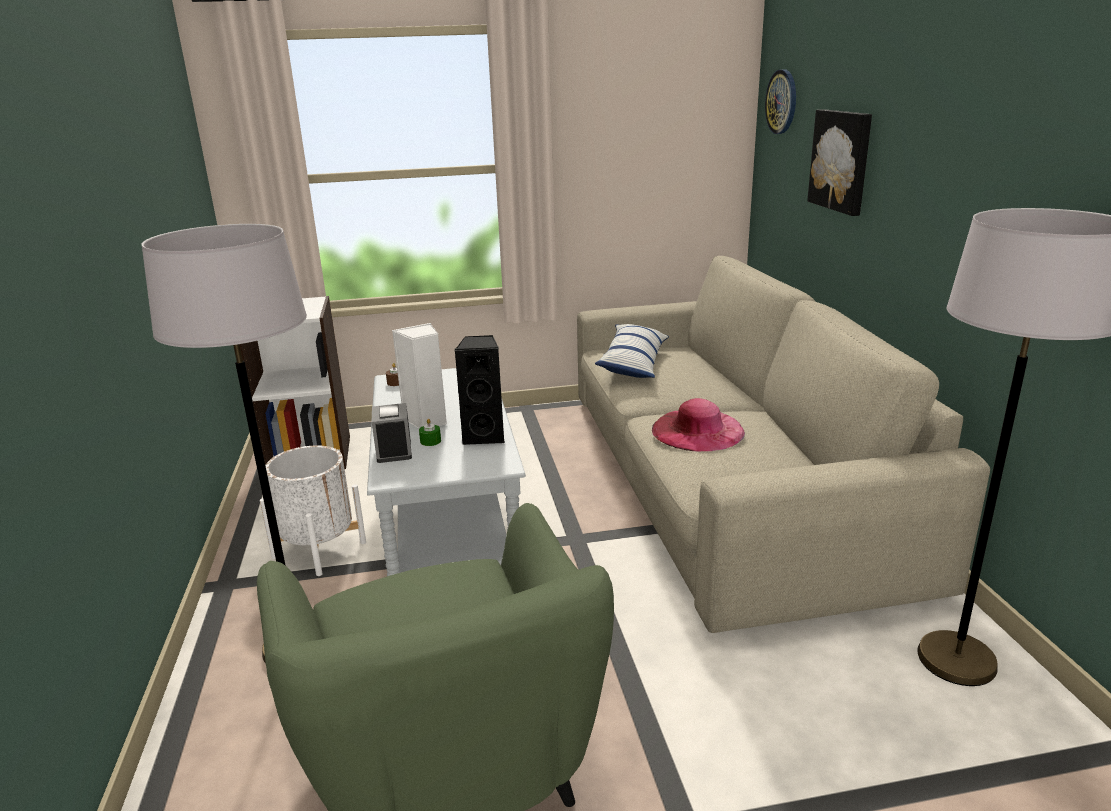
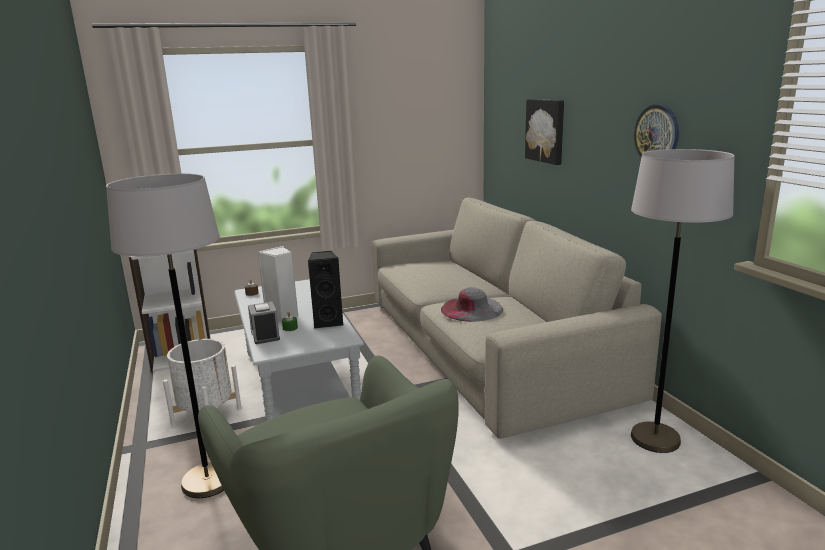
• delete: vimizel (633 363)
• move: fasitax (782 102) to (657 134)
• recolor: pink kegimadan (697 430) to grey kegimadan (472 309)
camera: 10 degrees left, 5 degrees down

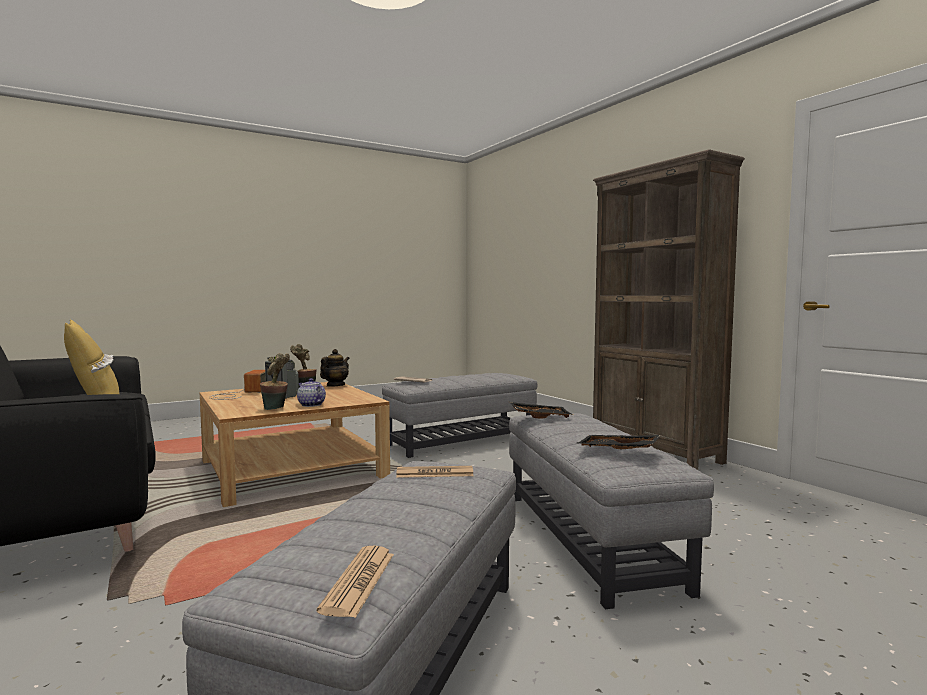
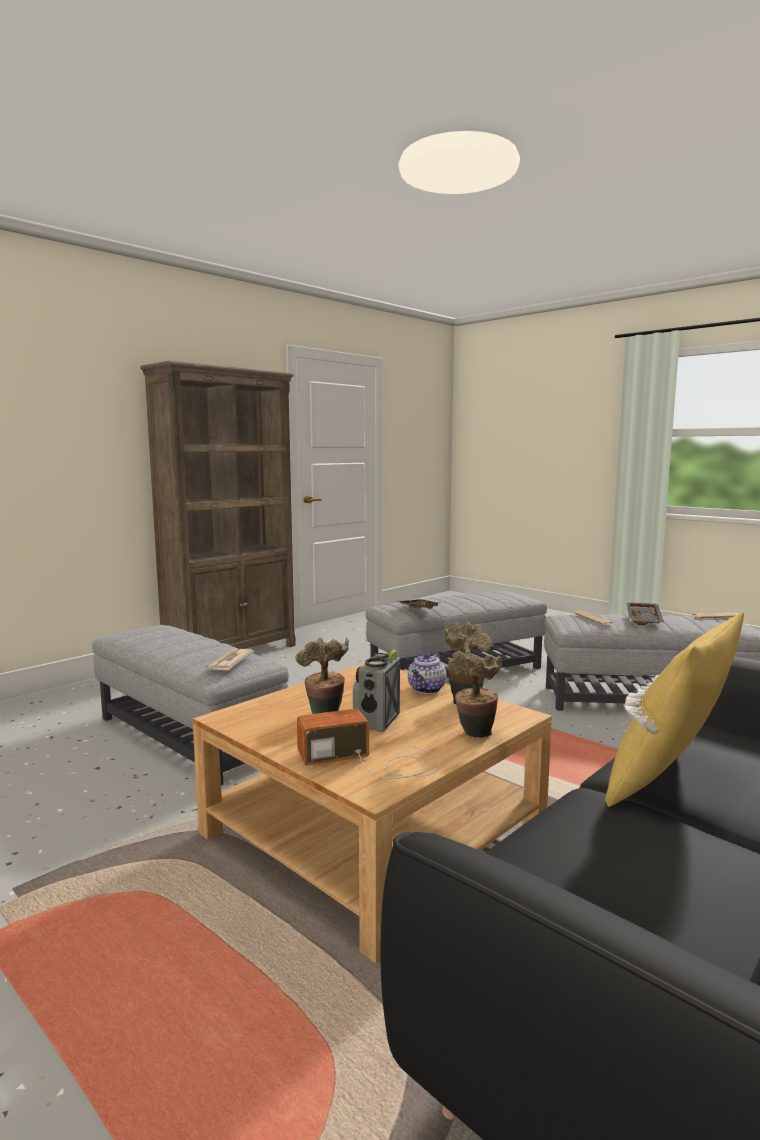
• delete: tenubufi (335 385)
• insert: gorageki (474 735)
• move: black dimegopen (617 451) to (645 620)
camera: 105 degrees left, 5 degrees up

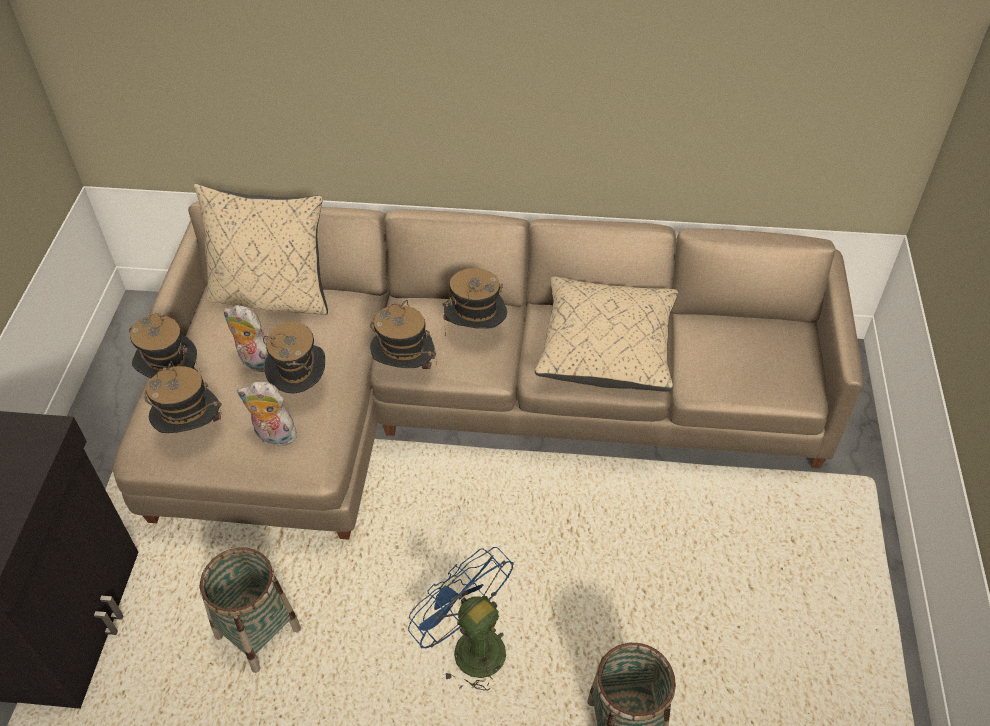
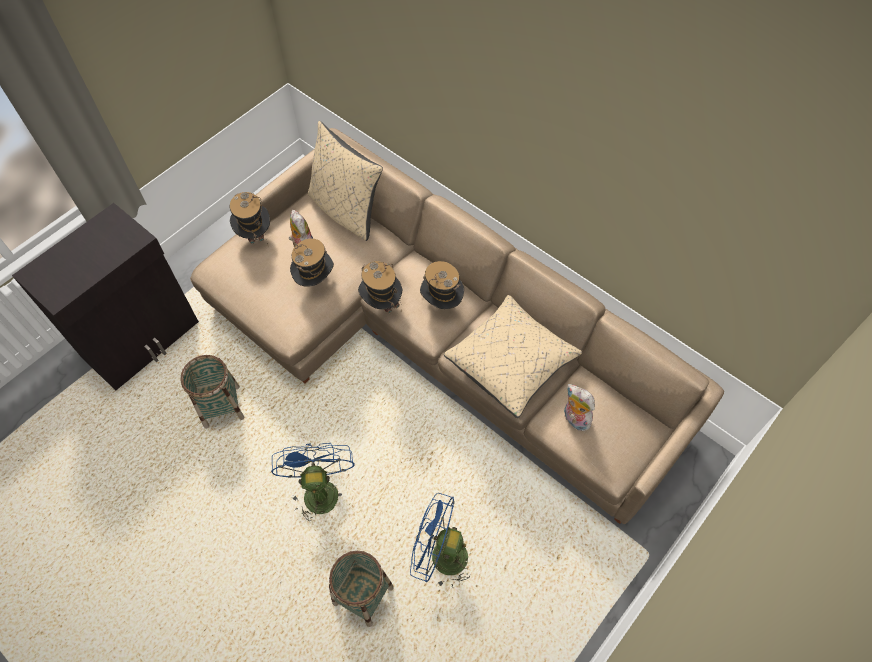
• delete: kegimadan (192 431)
• insert: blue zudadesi (440 556)
• move: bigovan (273 436) to (574 419)
camera: 35 degrees right, 10 degrees up

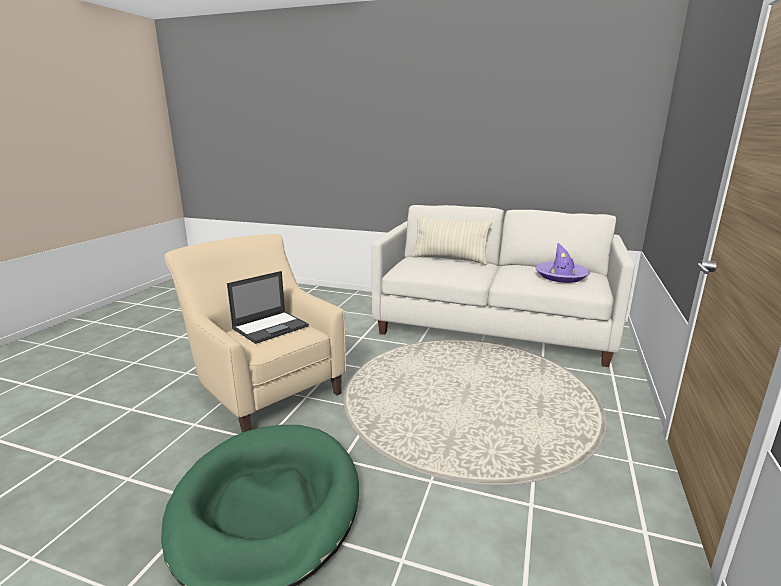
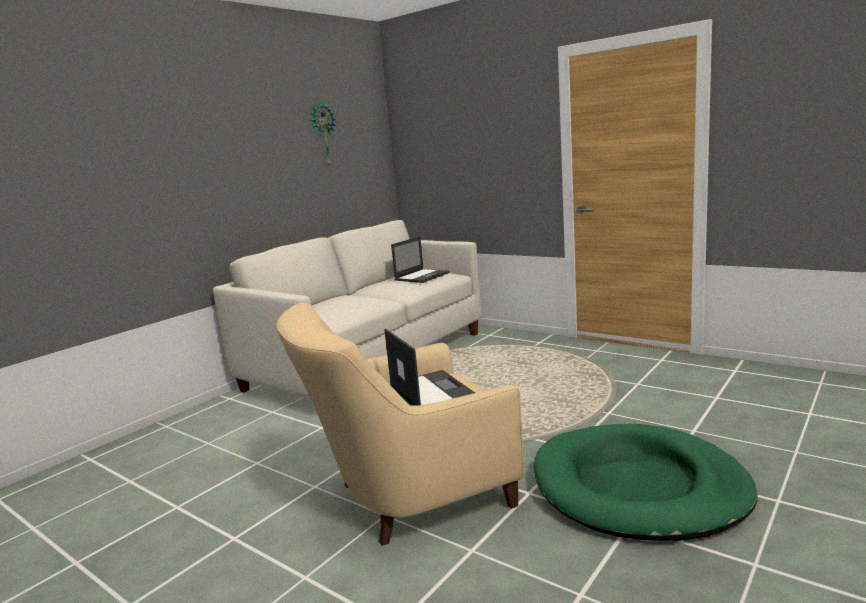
• delete: beige vimizel (450 259)
• insert: fasitax (323 134)
• replace: purple kegimadan (561 276) to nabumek (422 276)
camera: 70 degrees left, 5 degrees down

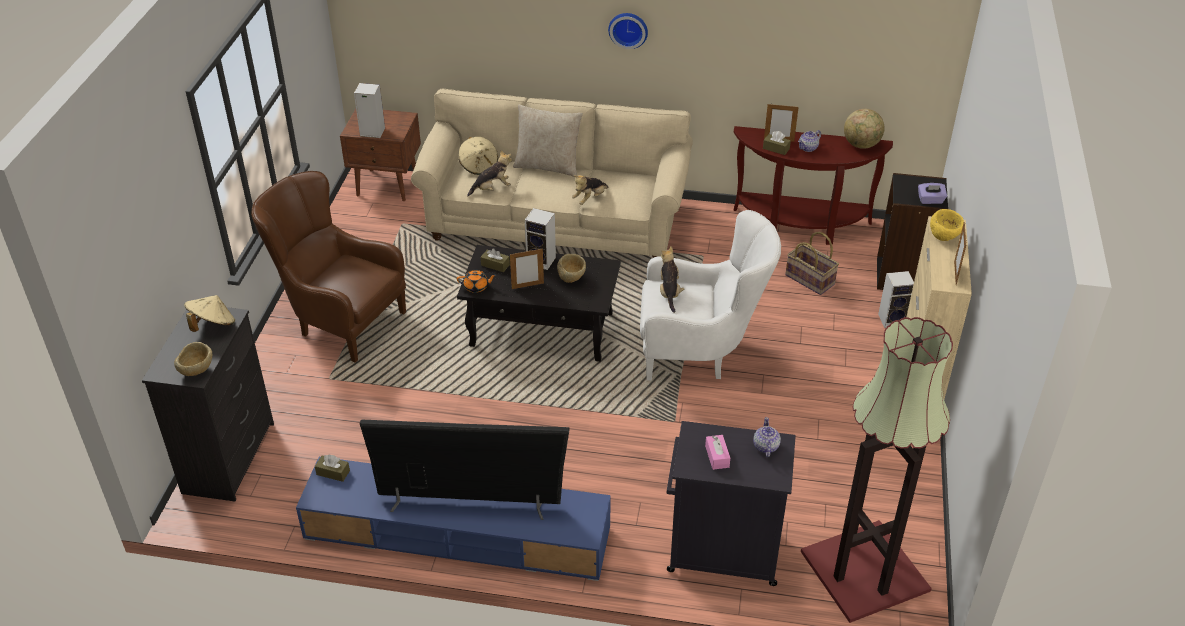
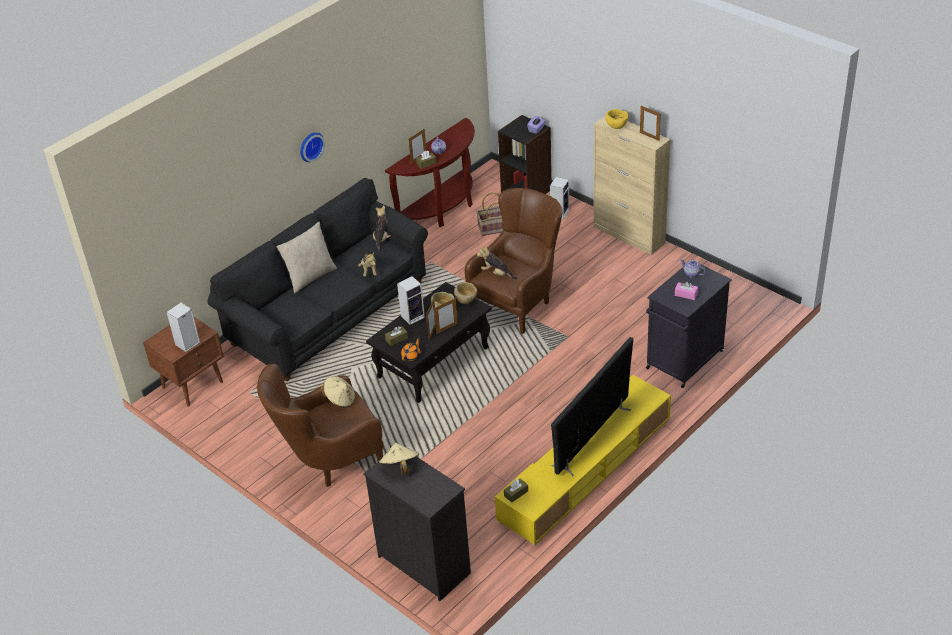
• delete: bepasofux (865 569)
• delete: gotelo (861 145)
• insert: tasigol (447 328)
• move: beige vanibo (197 371) to (466 300)
• move: beige kegimadan (479 166) to (340 400)
• move: bigovan (492 189) to (382 238)
• recolor: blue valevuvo (456 533) to yellow valevuvo (585 469)
• recolor: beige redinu (556 223) to black redinu (328 314)
• recolor: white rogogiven (700 353) to brown rogogiven (519 301)
camera: 55 degrees left, 0 degrees up

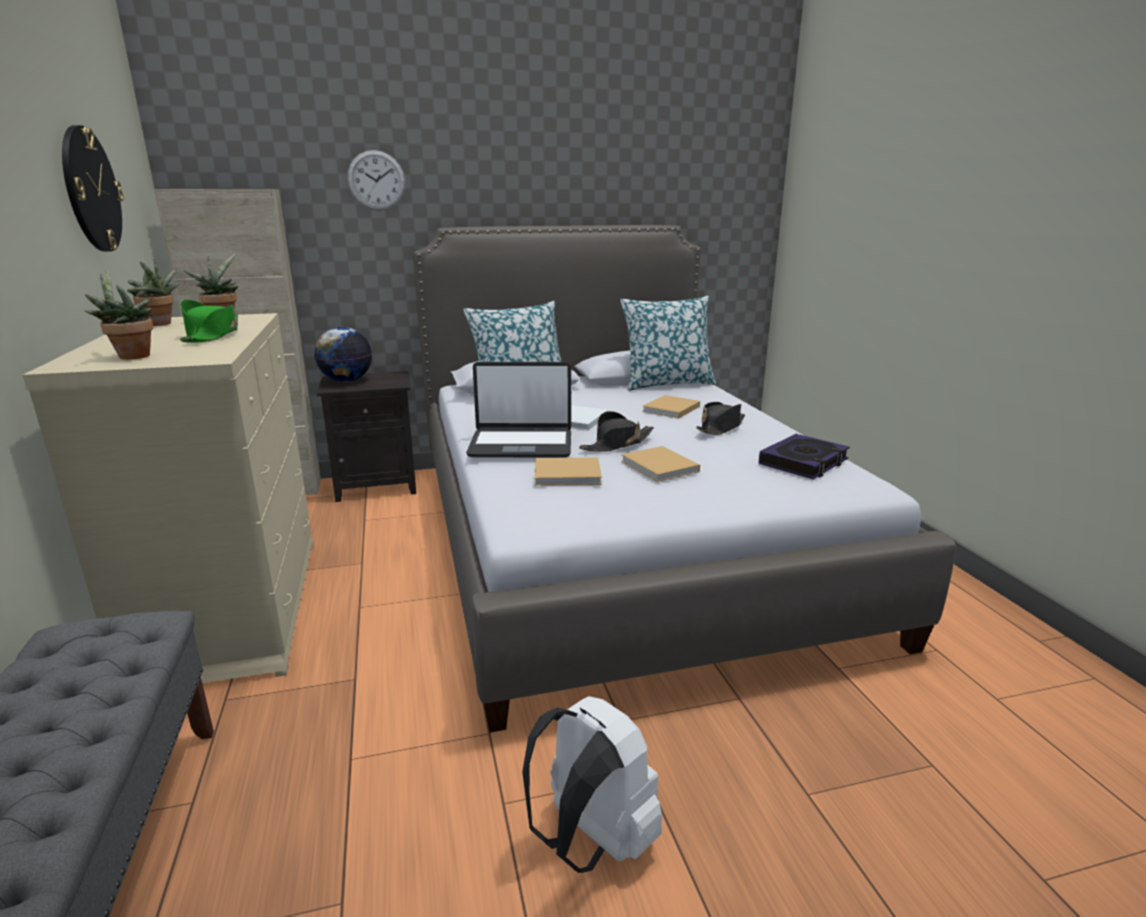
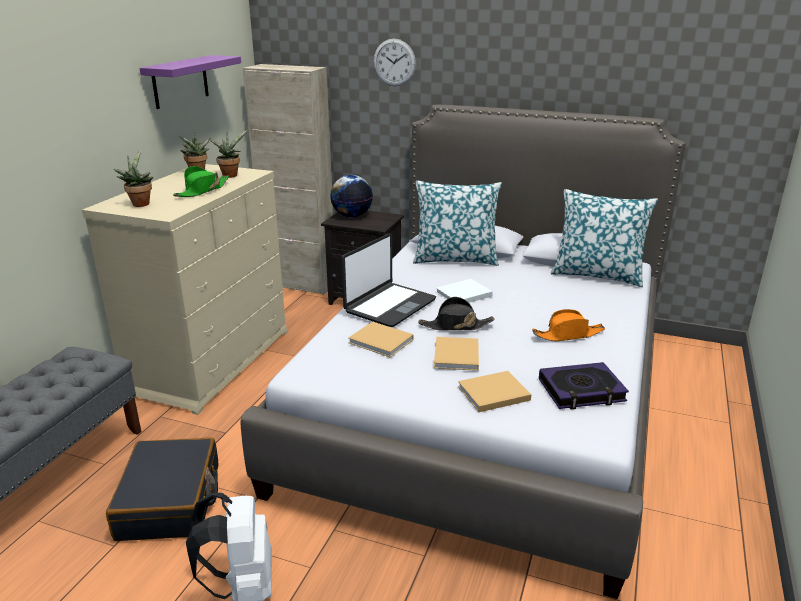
• insert: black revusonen (170 501)
• move: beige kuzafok (670 409) to (491 394)
• replace: fasitax (91 190) to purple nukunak (180 81)
• recolor: black kegimadan (721 427) to orange kegimadan (568 334)
• rotate: nabumek (521 444) = (389 305) 90 degrees counterclockwise
camera: 35 degrees right, 5 degrees up

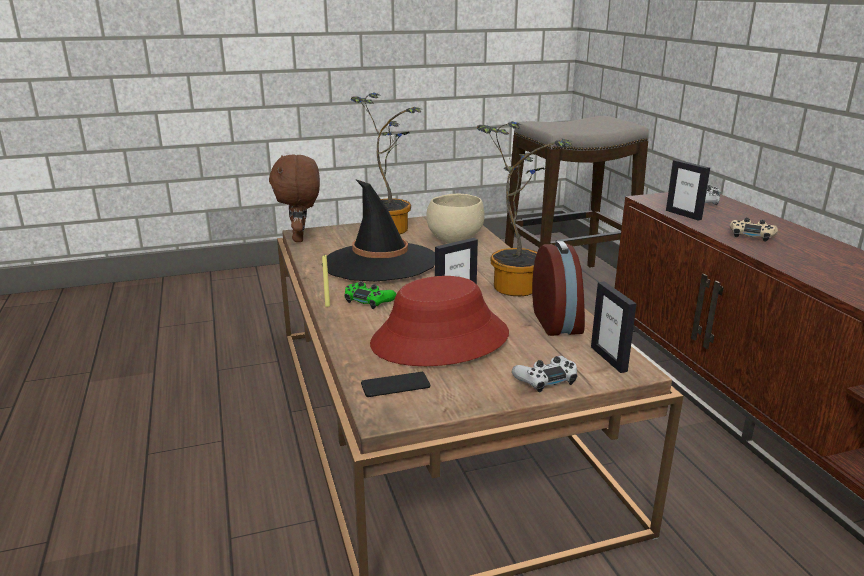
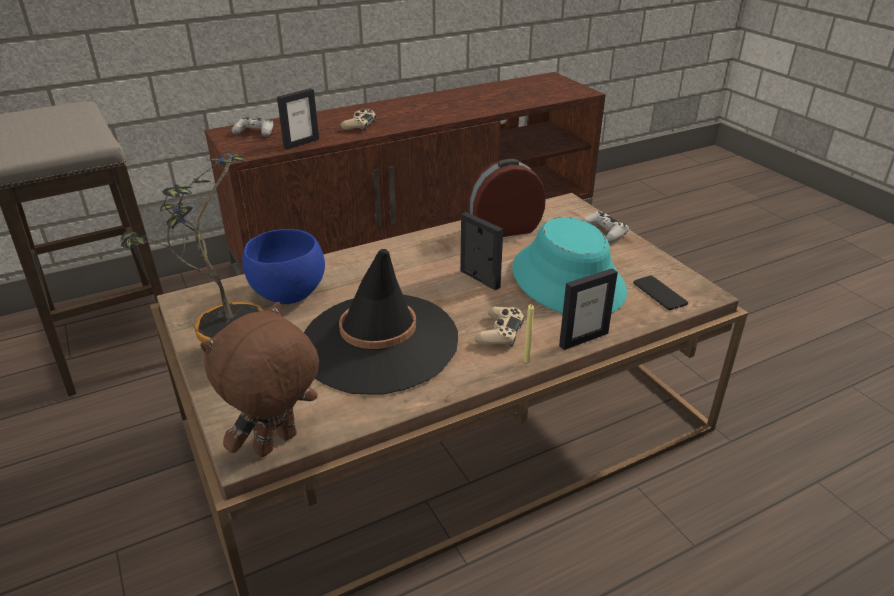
• delete: gorageki (516 284)
• move: tasigol (609 359) to (583 339)
• recolor: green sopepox (369 300) to beige sopepox (500 333)
• recolor: red kegimadan (440 340) to turquoise kegimadan (568 280)
• recolor: beige vanibo (453 240) to blue vanibo (287 295)
• rotate: brown bigovan (300 238) = (277 445) 150 degrees clockwise
camera: 100 degrees left, 10 degrees up

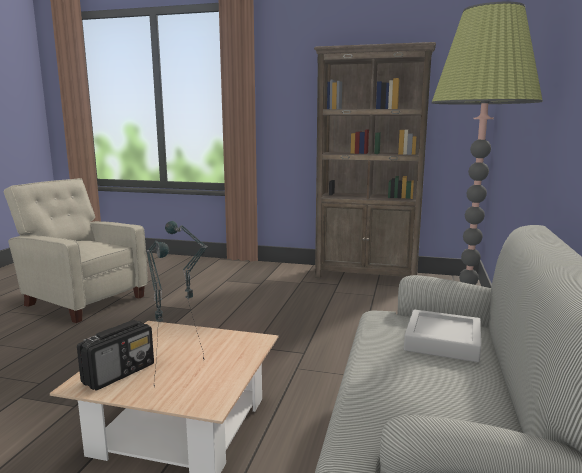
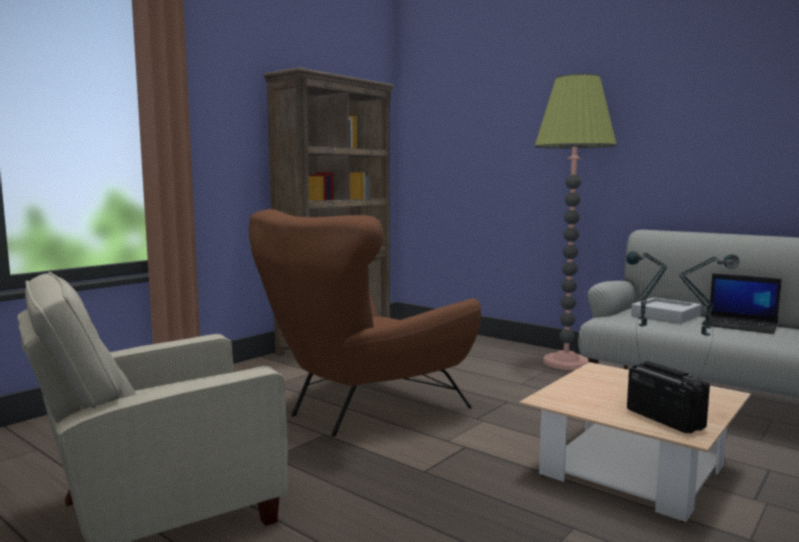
• insert: brown rogogiven (360 409)
• insert: nabumek (741 325)
camera: 65 degrees left, 5 degrees down

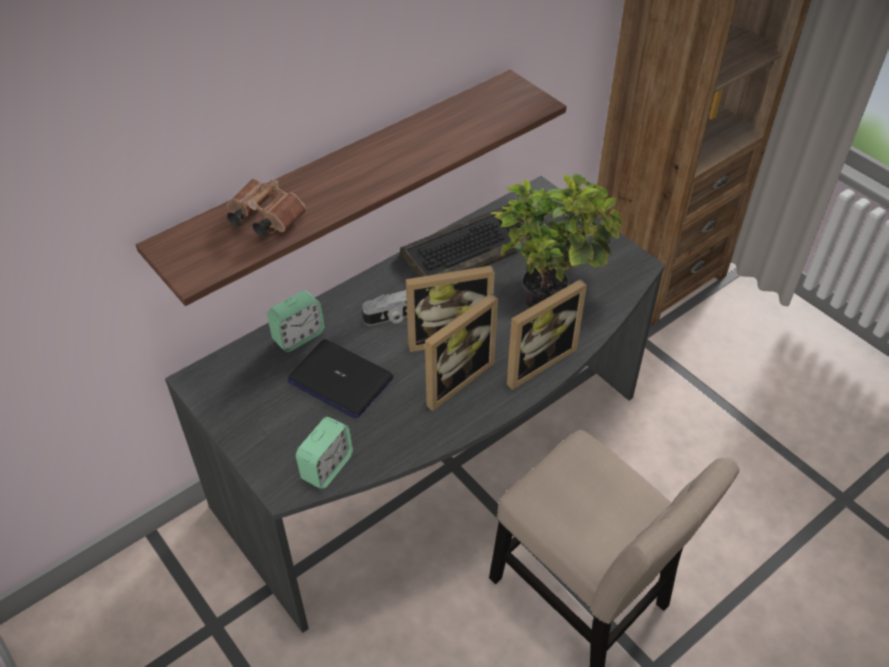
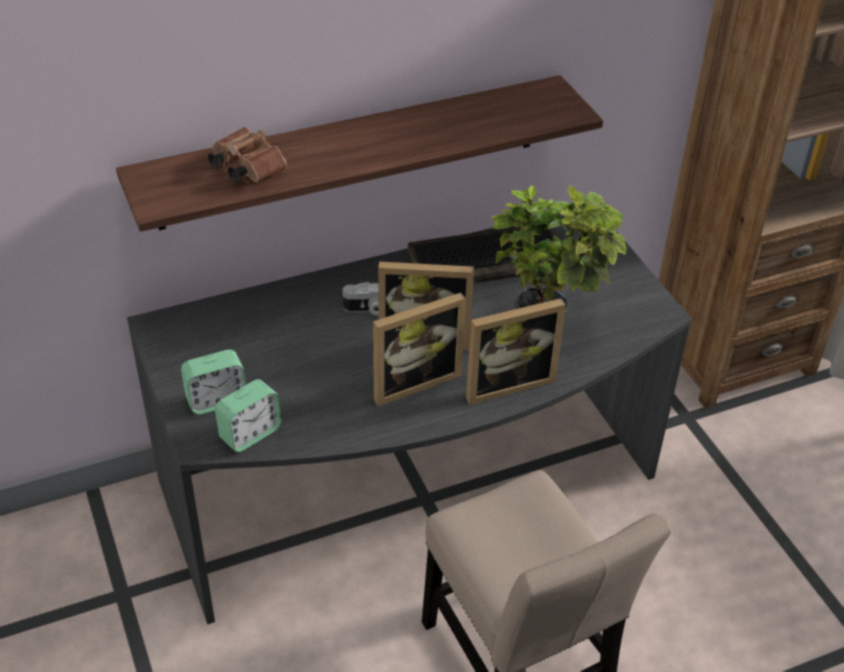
• delete: nabumek (340 380)
• move: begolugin (298 336) to (216 400)
camera: 15 degrees right, 5 degrees down

